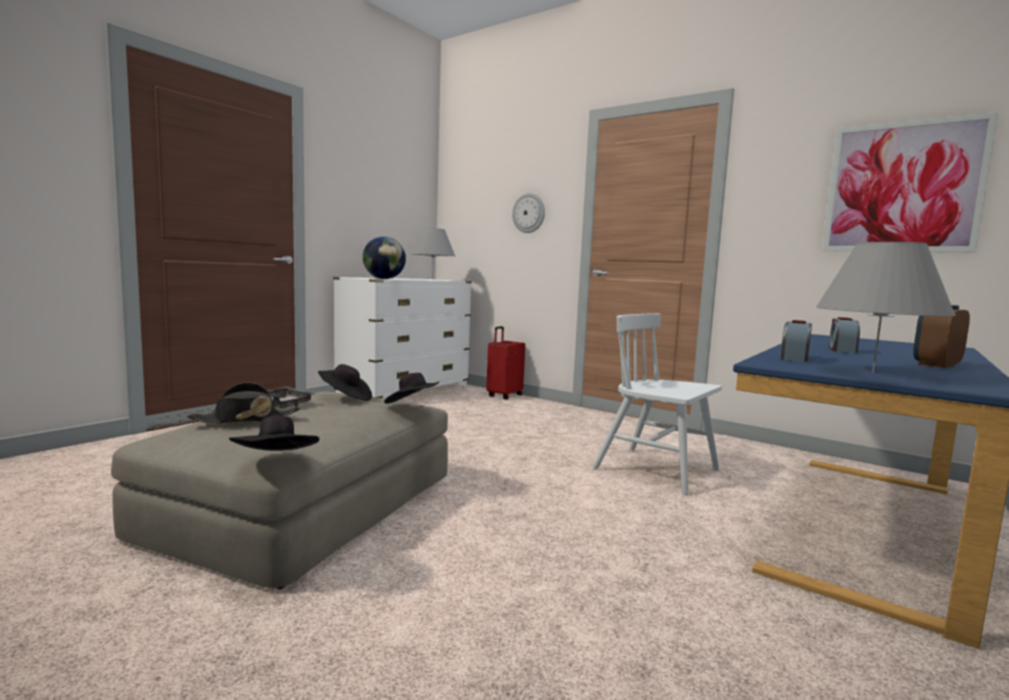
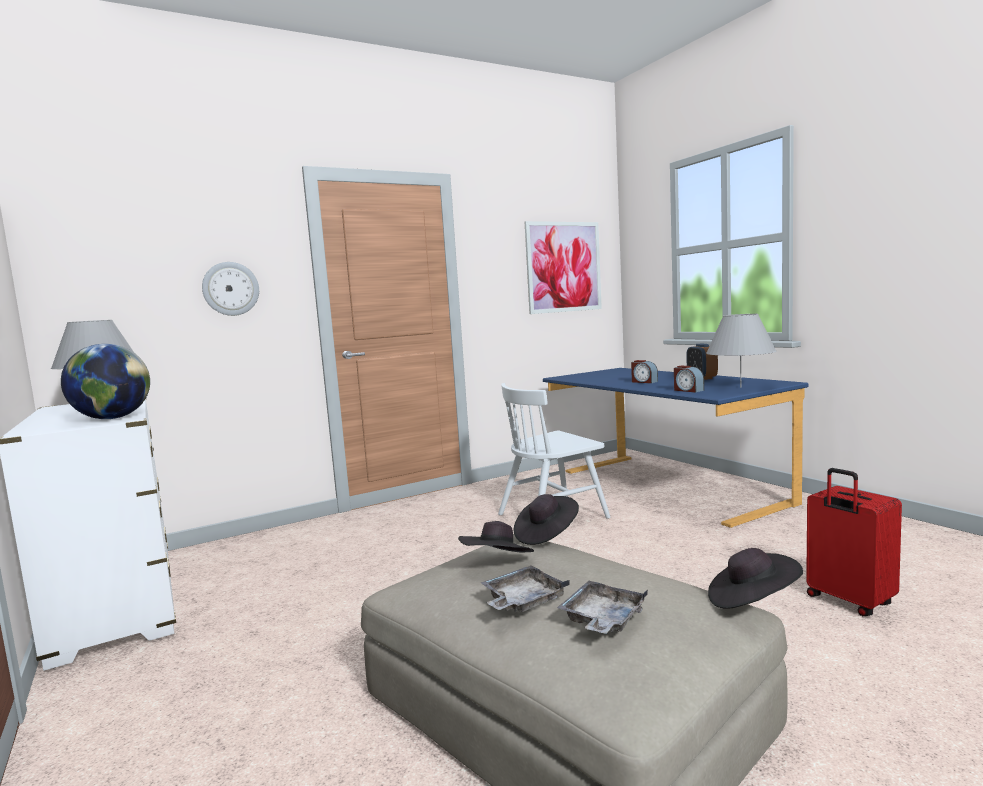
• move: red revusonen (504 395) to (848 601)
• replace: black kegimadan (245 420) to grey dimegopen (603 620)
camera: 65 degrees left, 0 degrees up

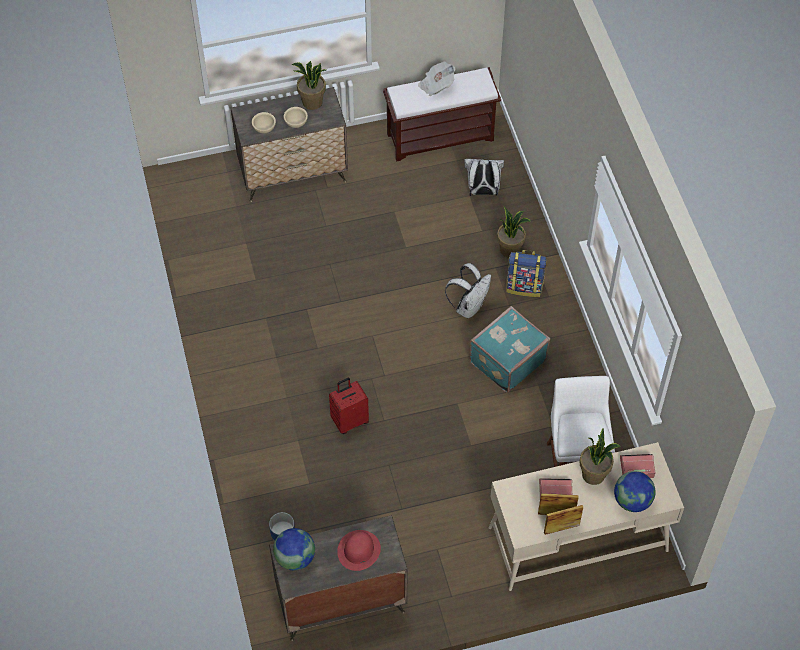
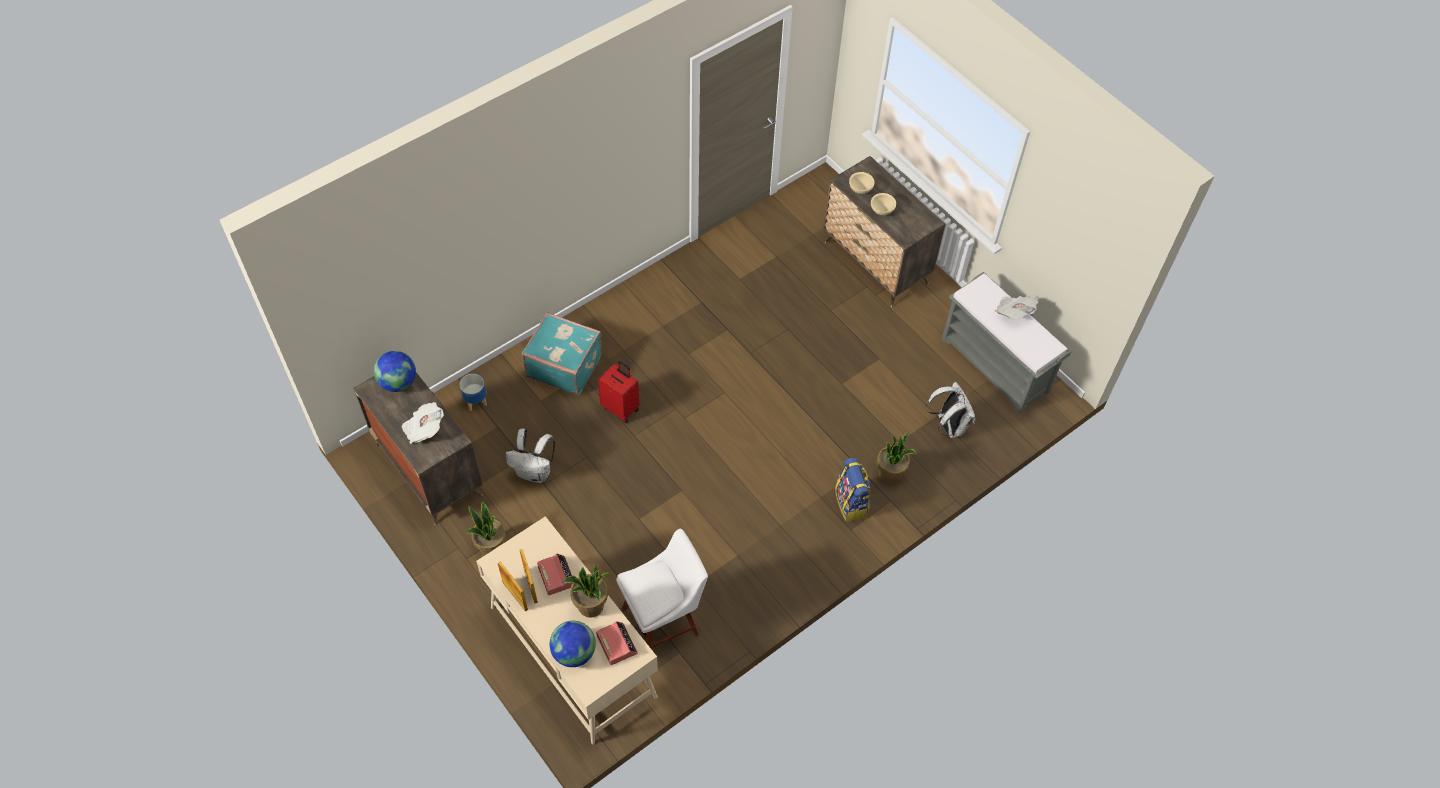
• move: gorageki (312 102) to (491 548)
• move: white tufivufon (469 307) to (535 472)
• move: turquoise revusonen (506 360) to (564 365)
• replace: red kegimadan (359 550) to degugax (424 429)
• recolor: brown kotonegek (441 136) to grey kotonegek (996 366)
camera: 65 degrees right, 0 degrees up

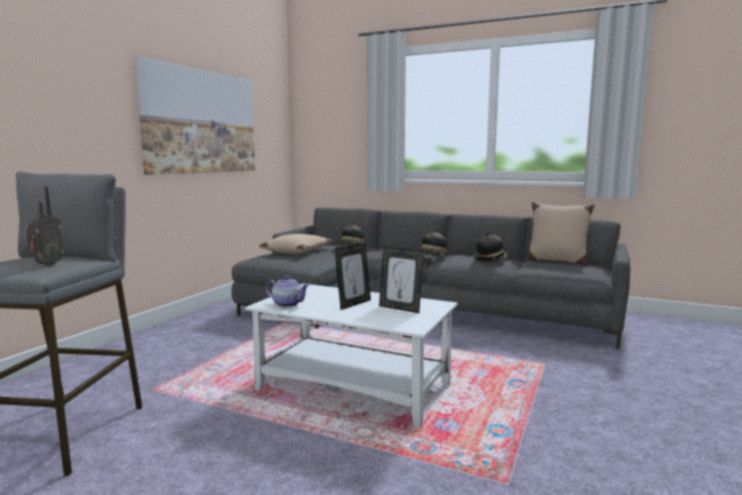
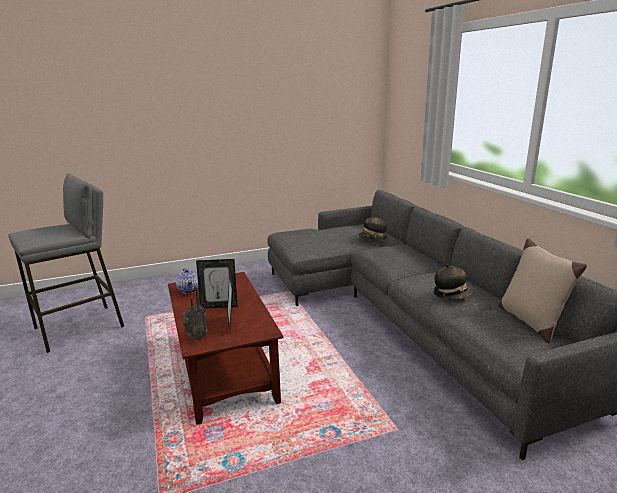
• delete: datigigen (201 122)
• delete: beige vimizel (296 252)
• delete: kegimadan (433 257)
• move: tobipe (45 265) to (196 338)
• recolor: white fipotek (355 388) to brown fipotek (225 370)
camera: 45 degrees right, 10 degrees up

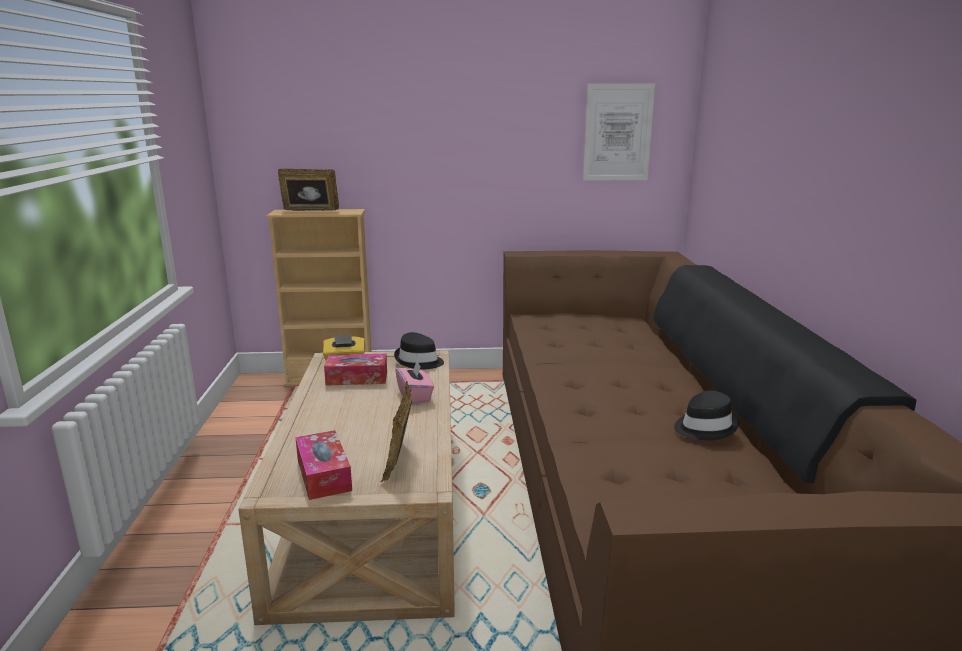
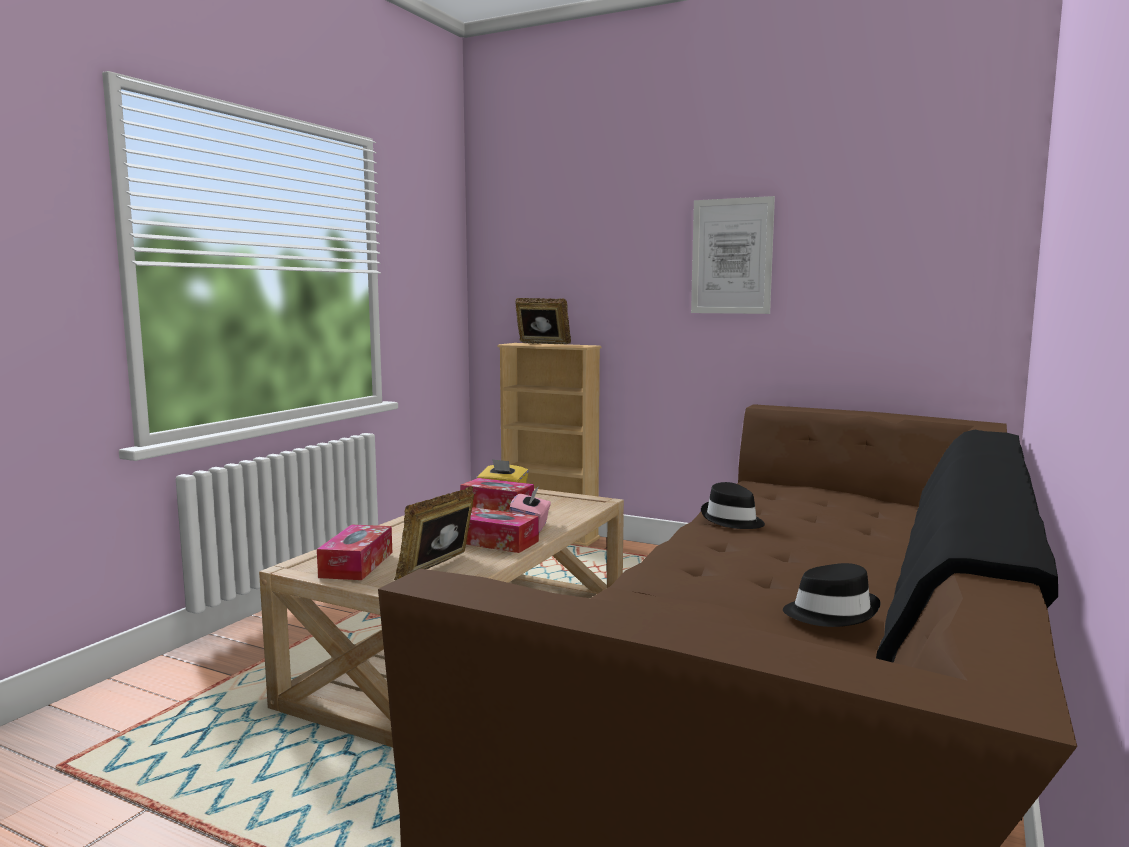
• insert: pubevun (495 542)
• move: black kegimadan (418 361) to (732 520)
• move: datigigen (618 132) to (731 256)
camera: 30 degrees right, 10 degrees down

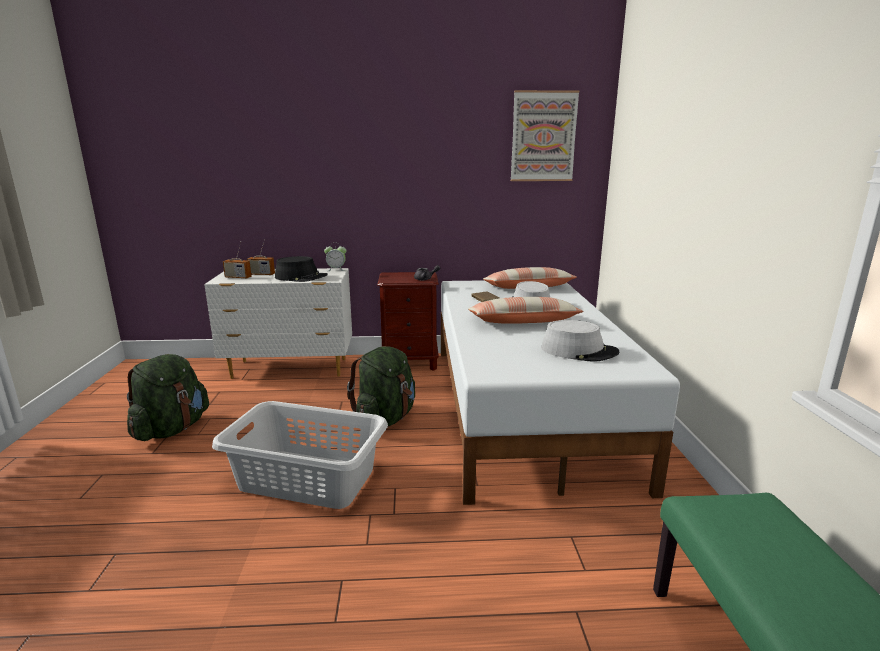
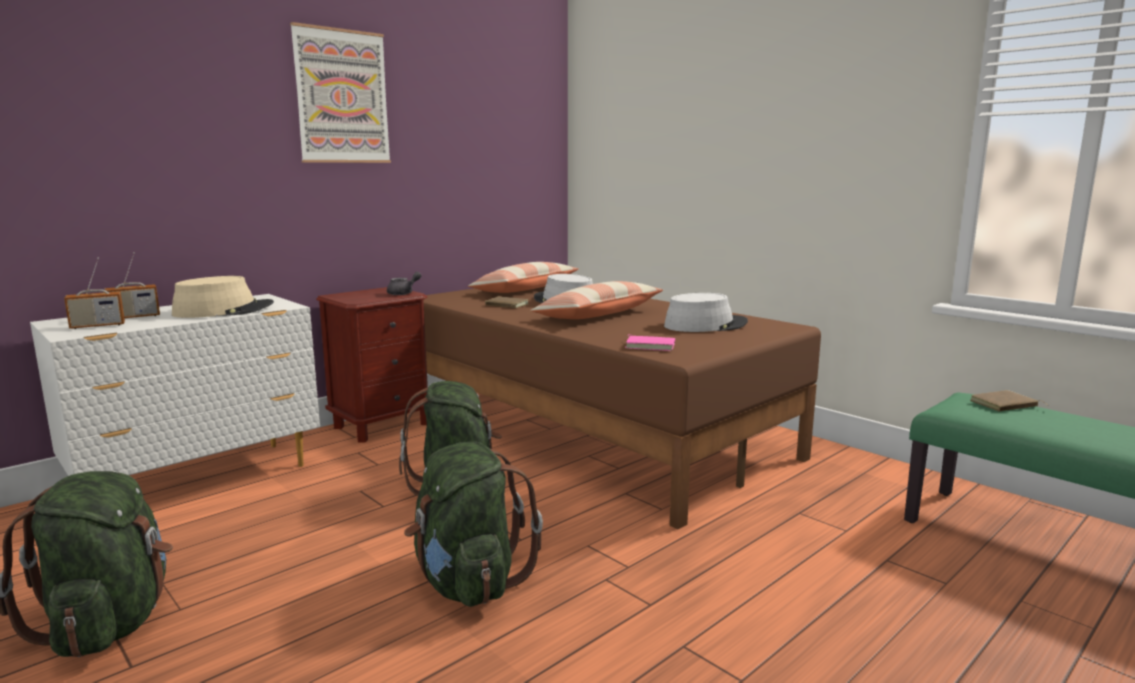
• delete: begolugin (336 269)
• insert: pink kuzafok (650 346)
• insert: brown kuzafok (1004 405)
• move: datigigen (543 137) to (342 97)
• replace: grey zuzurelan (307 479) to green tufivufon (468 582)
• recolor: black kegimadan (301 277) to beige kegimadan (224 310)
• recolor: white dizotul (524 407) to brown dizotul (589 429)
camera: 40 degrees left, 5 degrees down

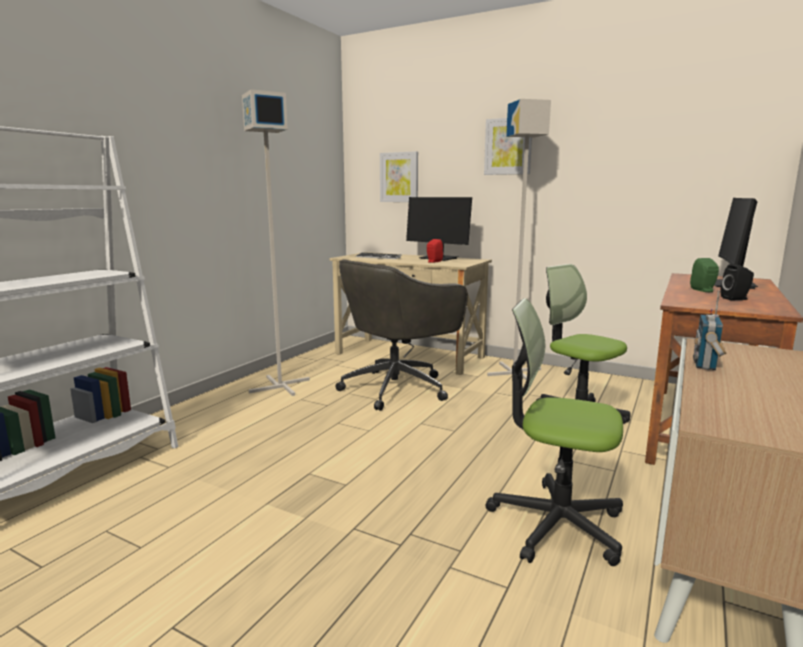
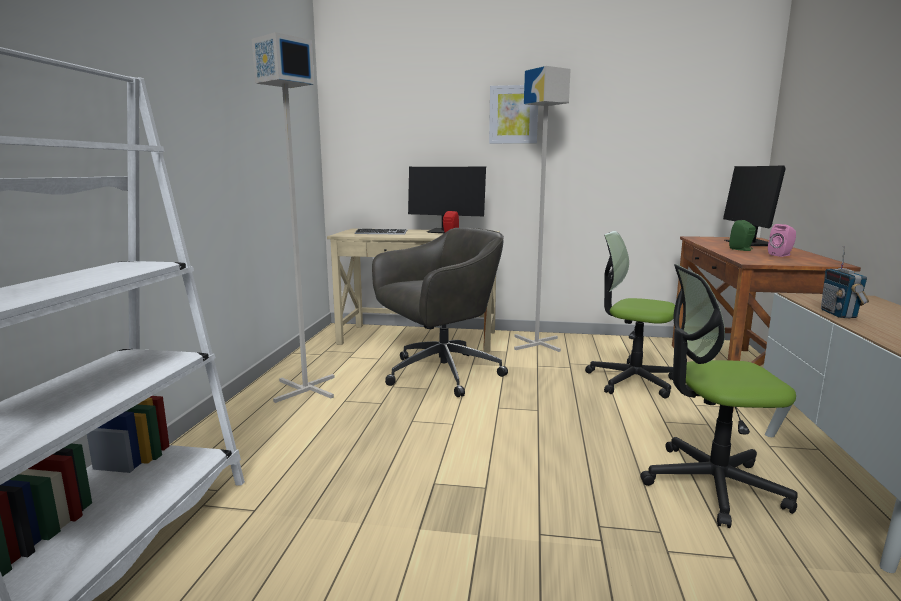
• delete: datigigen (399 177)
• recolor: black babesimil (736 299) to pink babesimil (781 255)
• rotate: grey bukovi (398 388) = (439 374) 150 degrees counterclockwise
camera: 20 degrees left, 0 degrees up

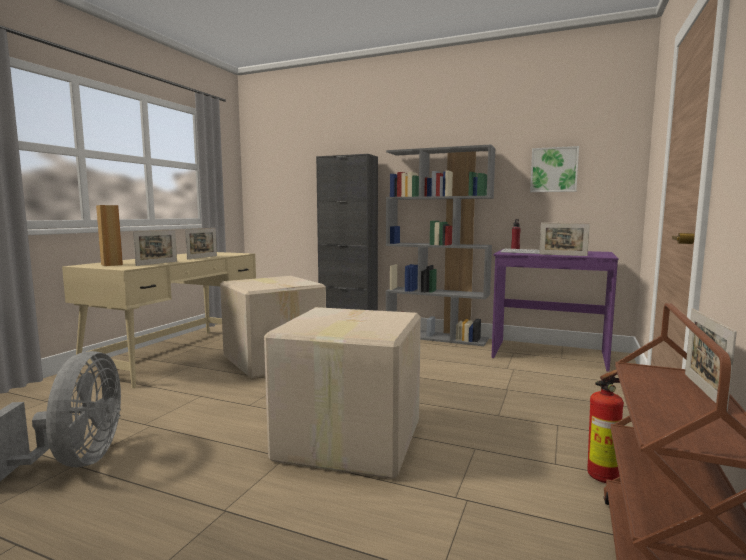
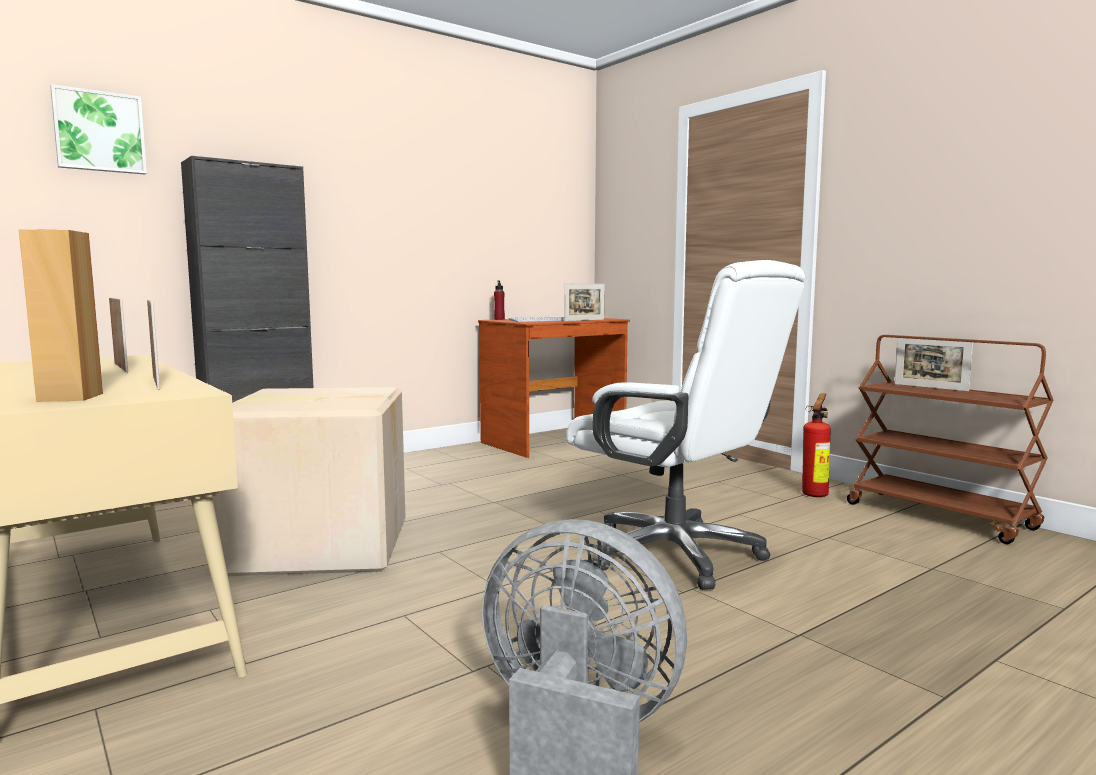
• delete: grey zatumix (437 337)
• move: datigigen (554 170) to (99 132)
• replace: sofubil (347 440) to white bukovi (676 554)
• recolor: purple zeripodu (548 355) to brown zeripodu (554 441)
camera: 60 degrees left, 0 degrees up

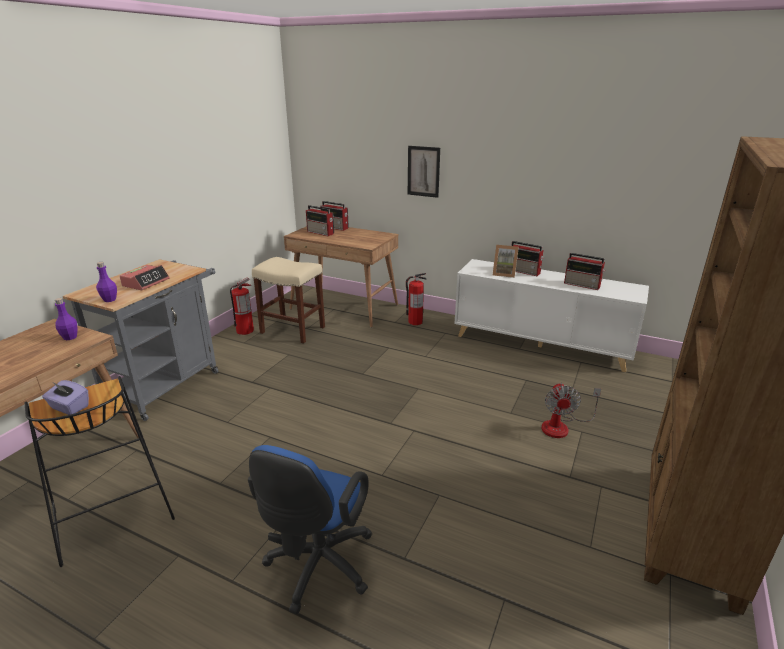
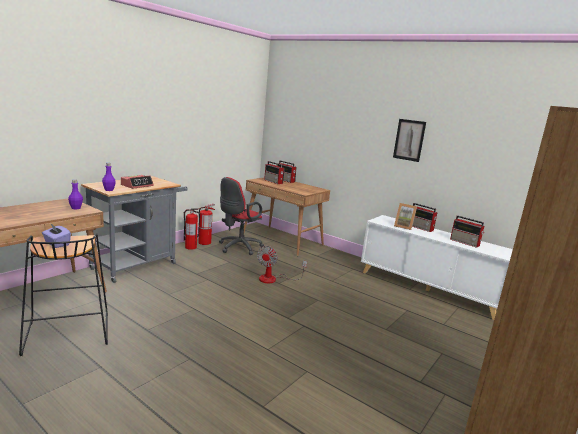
• delete: blue bukovi (317 568)
• move: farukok (415 322) to (190 247)
• move: datigigen (423 171) to (409 140)
• move: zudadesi (562 426) to (273 279)
• replace: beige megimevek (291 330) to red bukovi (238 247)
camera: 10 degrees right, 10 degrees down

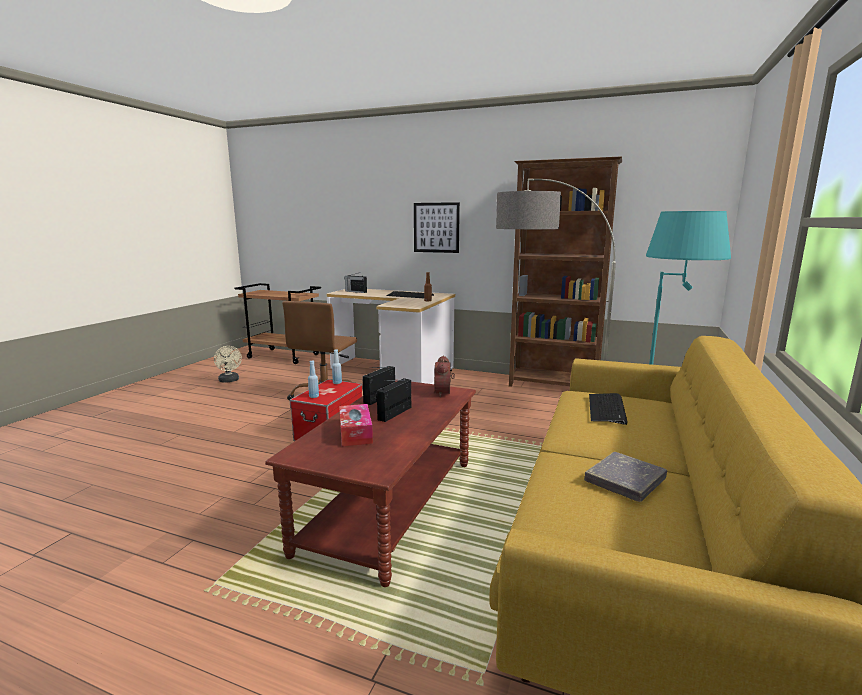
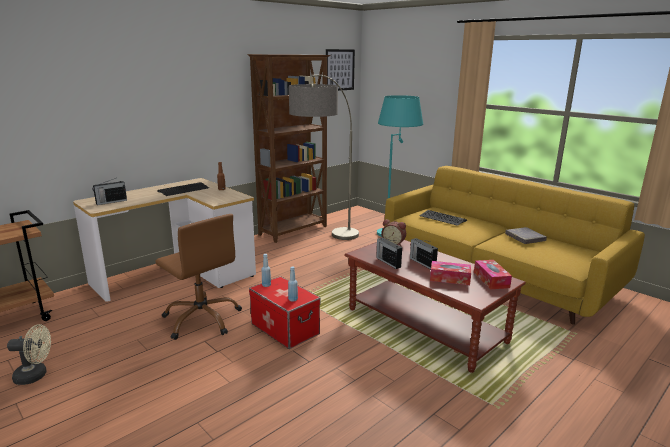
• insert: pubevun (491 279)
• move: datigigen (436 227) to (339 70)
camera: 65 degrees left, 5 degrees up

